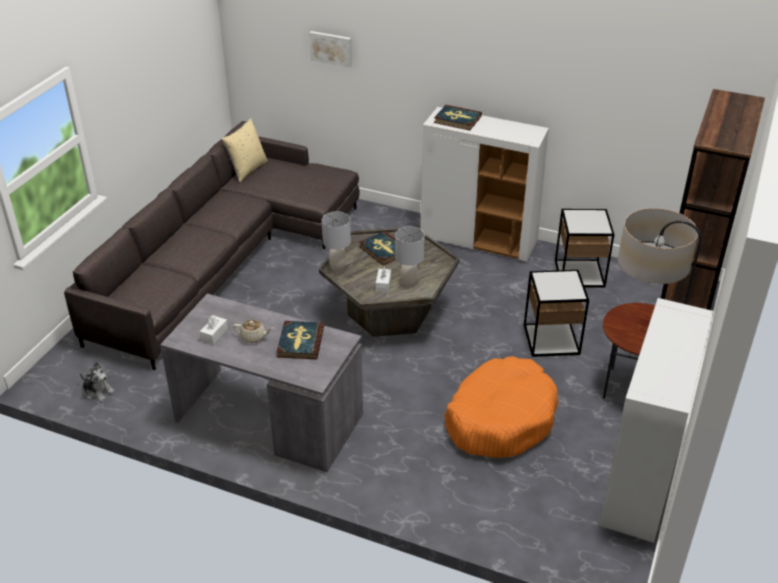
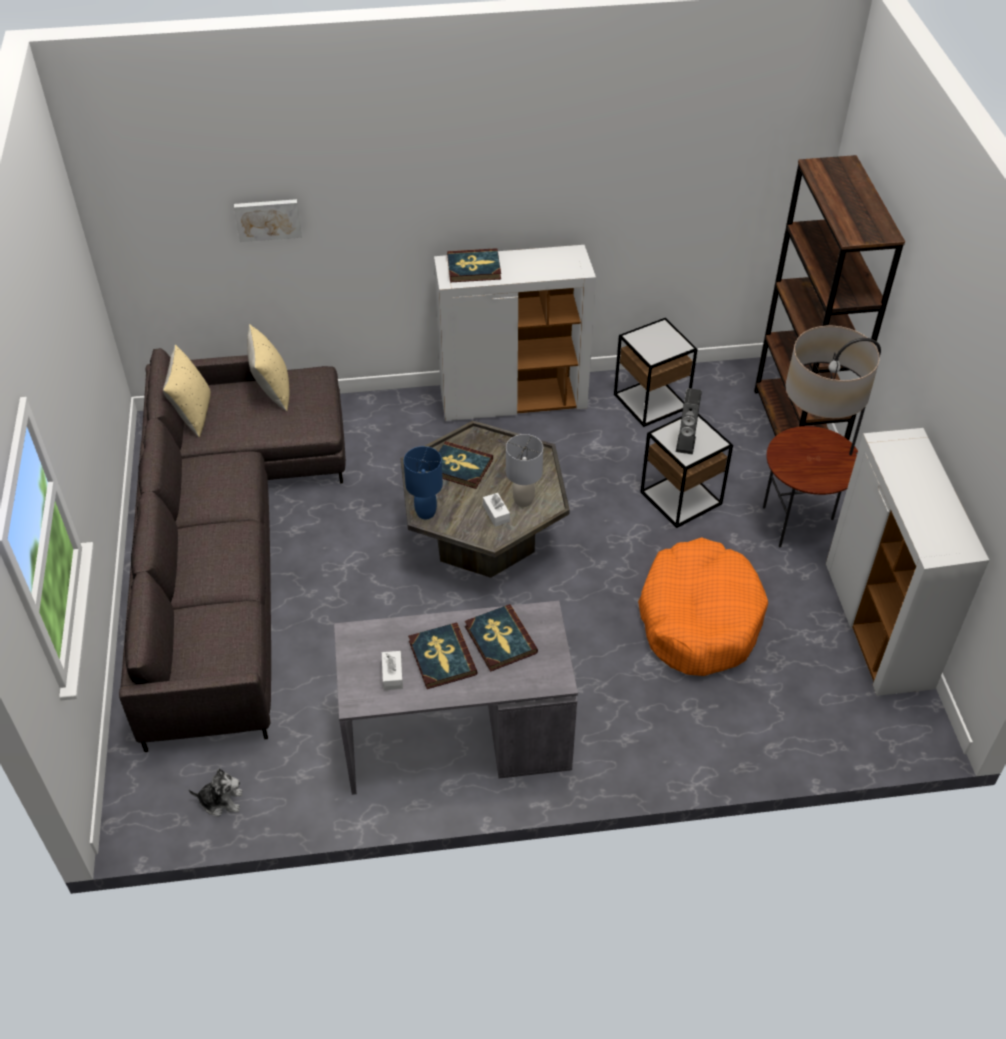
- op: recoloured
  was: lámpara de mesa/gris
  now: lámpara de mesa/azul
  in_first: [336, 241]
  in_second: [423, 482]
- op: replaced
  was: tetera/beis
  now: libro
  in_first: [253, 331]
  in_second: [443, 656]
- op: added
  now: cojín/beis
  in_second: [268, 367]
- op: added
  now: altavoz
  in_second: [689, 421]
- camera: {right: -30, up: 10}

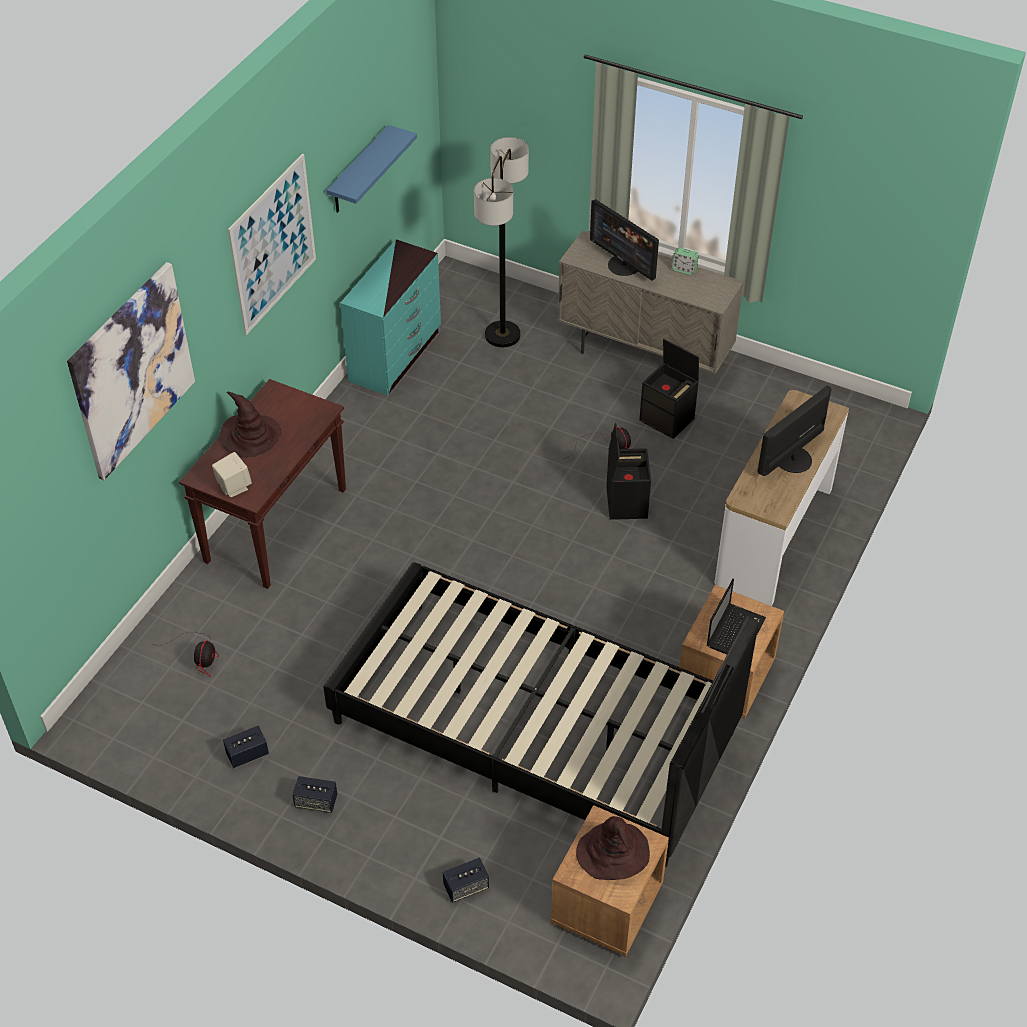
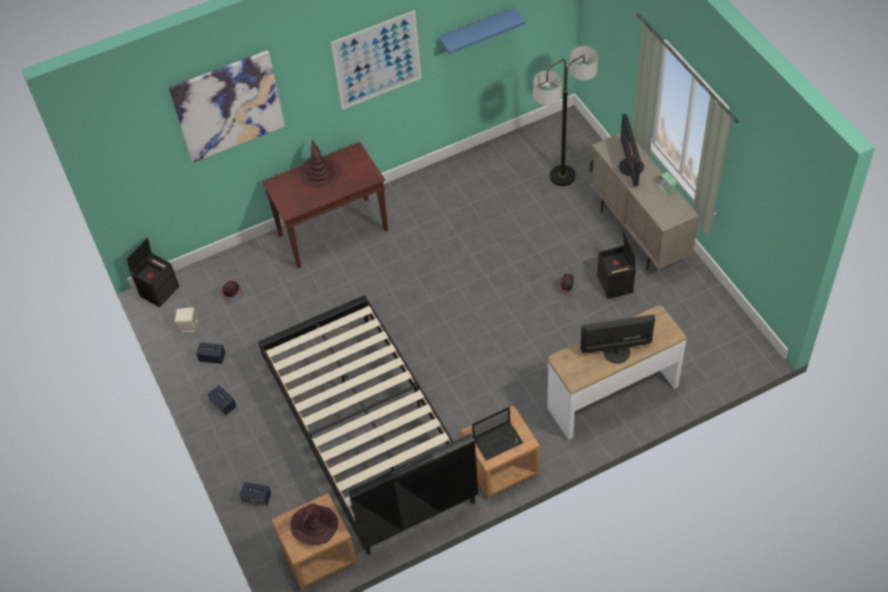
- op: removed
  was: cómoda/turquesa
  in_first: [390, 317]
- op: moved
  was: caja de almacenaje/negro
  in_first: [628, 471]
  in_second: [152, 272]
- op: moved
  was: altavoz/beis
  in_first: [232, 474]
  in_second: [186, 319]
- camera: {right: 40, up: 5}

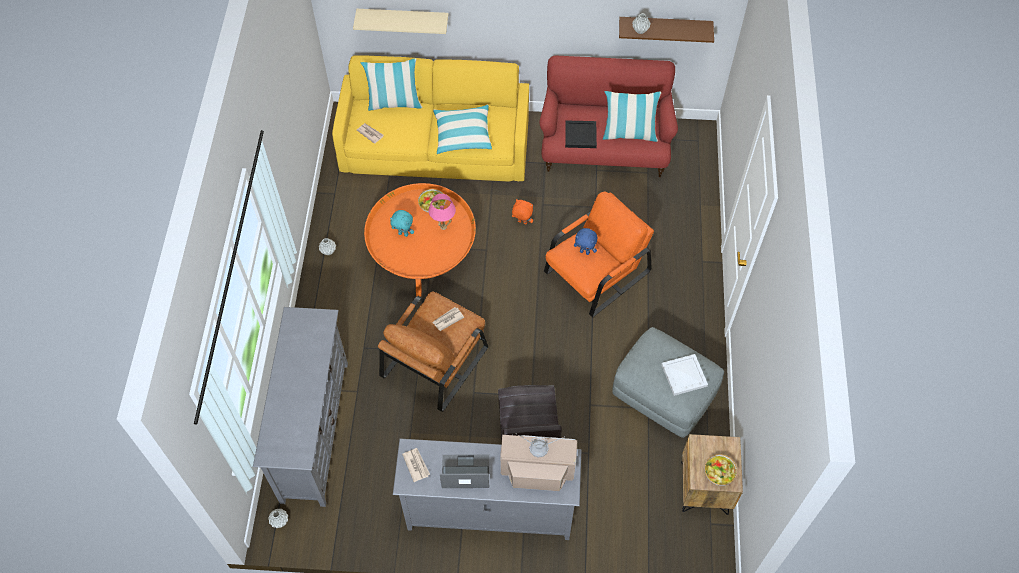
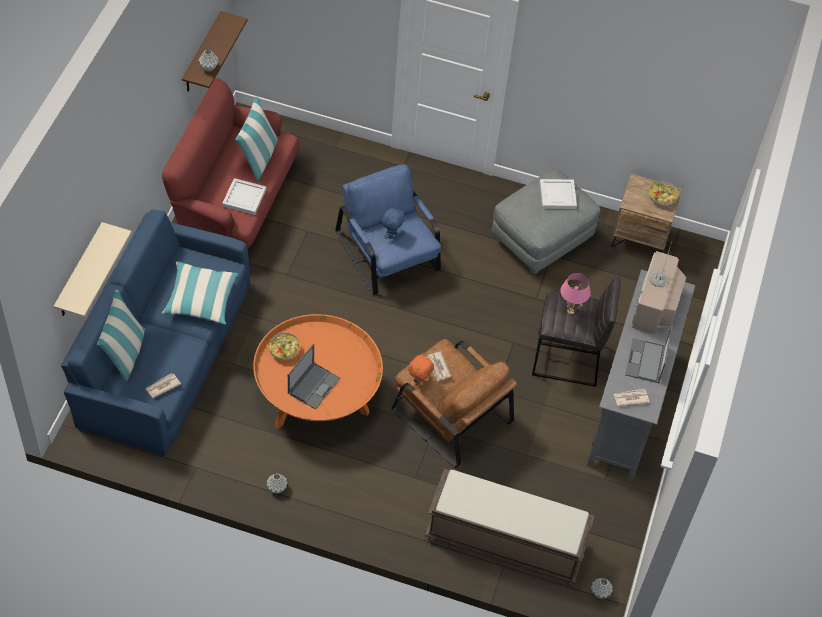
- op: recoloured
  was: sofá/amarillo
  now: sofá/azul
  in_first: [430, 118]
  in_second: [155, 332]
- op: recoloured
  was: bandeja/negro
  now: bandeja/blanco
  in_first: [581, 134]
  in_second: [244, 196]
- op: recoloured
  was: sillón/naranja
  now: sillón/azul
  in_first: [599, 254]
  in_second: [388, 229]
- op: moved
  was: lámpara de mesa/rosa
  in_first: [442, 212]
  in_second: [575, 293]
- op: moved
  was: peluche/naranja
  in_first: [522, 211]
  in_second: [421, 370]
- op: replaced
  was: peluche/turquesa
  now: portátil
  in_first: [402, 223]
  in_second: [314, 376]
- op: replaced
  was: mueble de televisión/gris
  now: banco/marrón
  in_first: [300, 407]
  in_second: [510, 527]
- camera: {right: -80, up: -5}

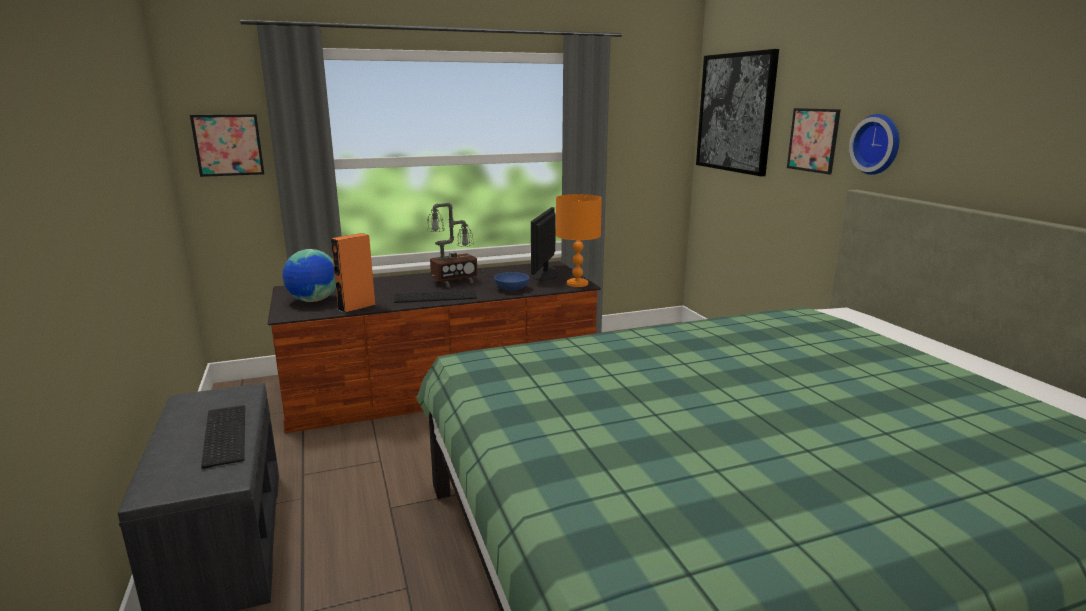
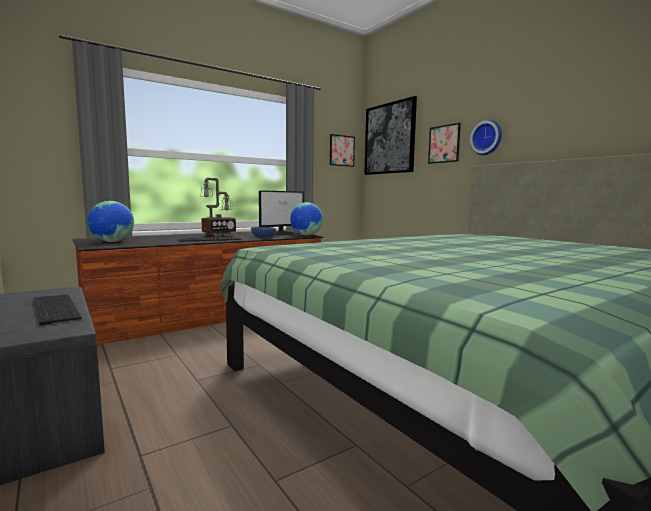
- op: moved
  was: cuadro
  in_first: [227, 145]
  in_second: [342, 150]
- op: replaced
  was: lámpara de mesa/naranja
  now: globo terráqueo
  in_first: [579, 240]
  in_second: [306, 218]
- op: turned
  was: monitor
  in_first: [545, 244]
  in_second: [281, 212]
  clockwise: -135
- op: removed
  was: altavoz/naranja
  in_first: [353, 273]
- camera: {right: -15, up: -10}

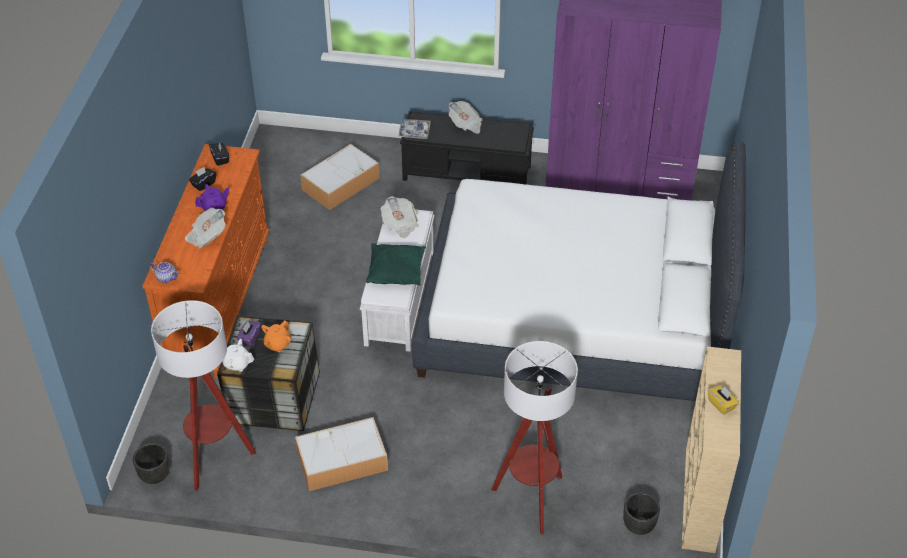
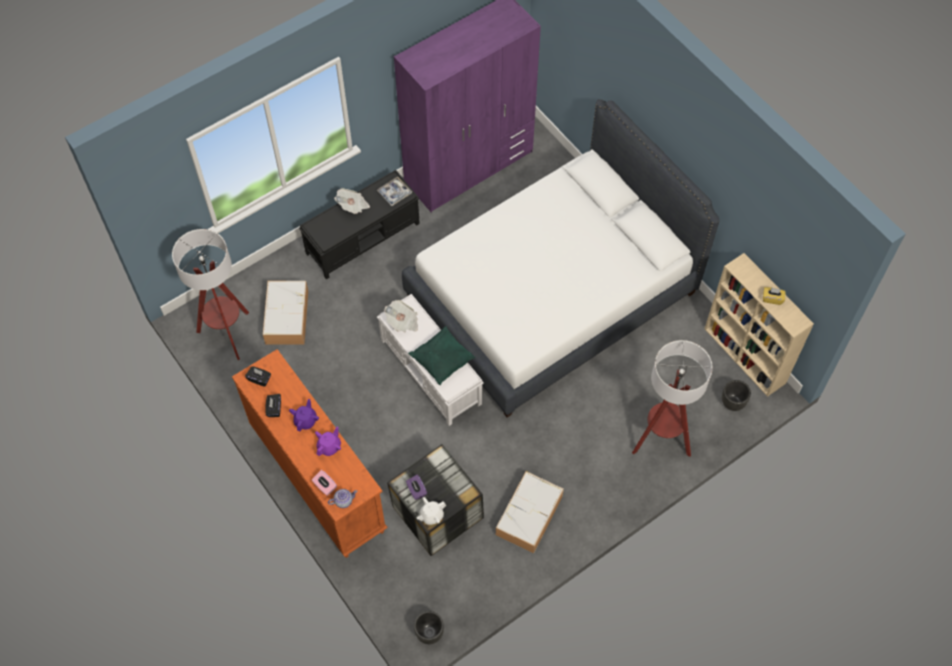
- op: moved
  was: bandeja
  in_first: [414, 129]
  in_second: [394, 191]
- op: replaced
  was: periódico
  now: tetera/morado
  in_first: [205, 228]
  in_second: [328, 441]
- op: moved
  was: lámpara de pie
  in_first: [203, 395]
  in_second: [210, 294]
- op: removed
  was: tetera/naranja
  in_first: [276, 336]
- op: added
  now: caja de pañuelos/rosa
  in_second: [324, 483]
- camera: {right: -45, up: 15}

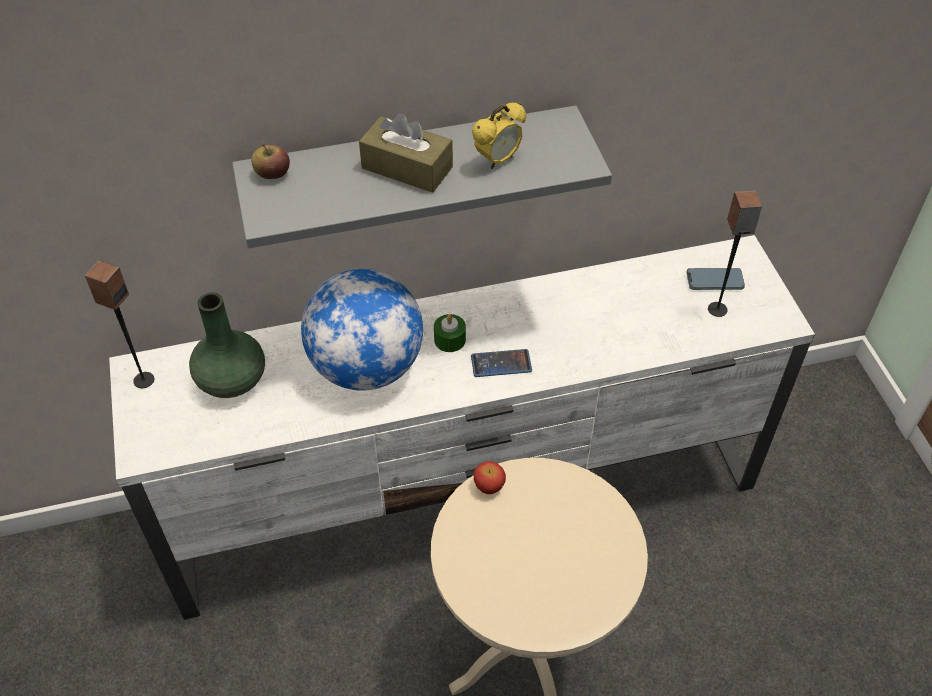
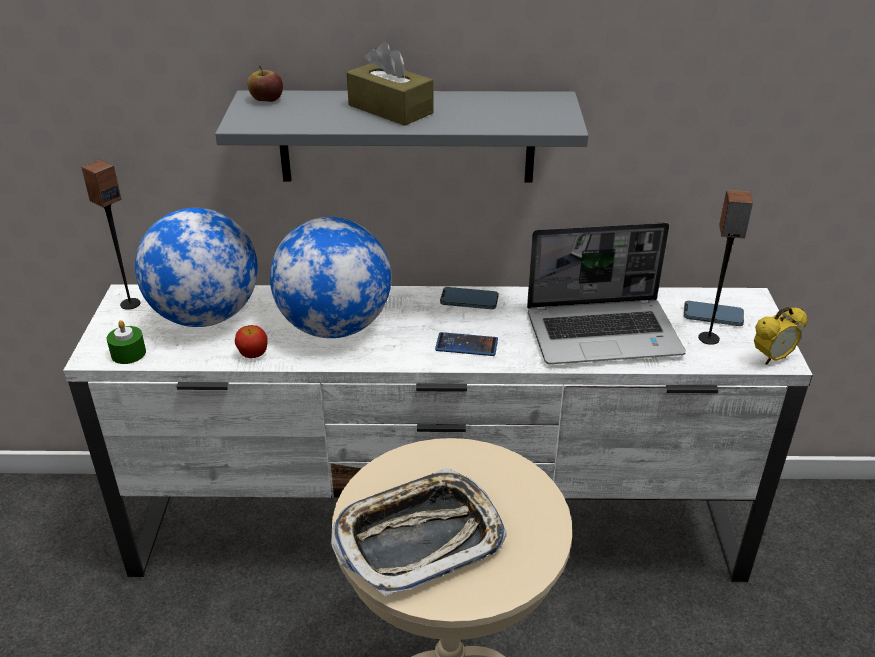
- op: moved
  was: despertador
  in_first: [499, 136]
  in_second: [781, 336]
- op: replaced
  was: florero/verde
  now: globo terráqueo
  in_first: [227, 345]
  in_second: [196, 267]
- op: moved
  was: vela/verde
  in_first: [450, 333]
  in_second: [126, 342]
- op: moved
  was: manzana
  in_first: [490, 477]
  in_second: [251, 341]
- op: added
  now: portátil
  in_second: [606, 293]
- op: added
  now: móvil
  in_second: [469, 298]
- op: added
  now: bandeja
  in_second: [419, 532]
- camera: {right: 15, up: -15}

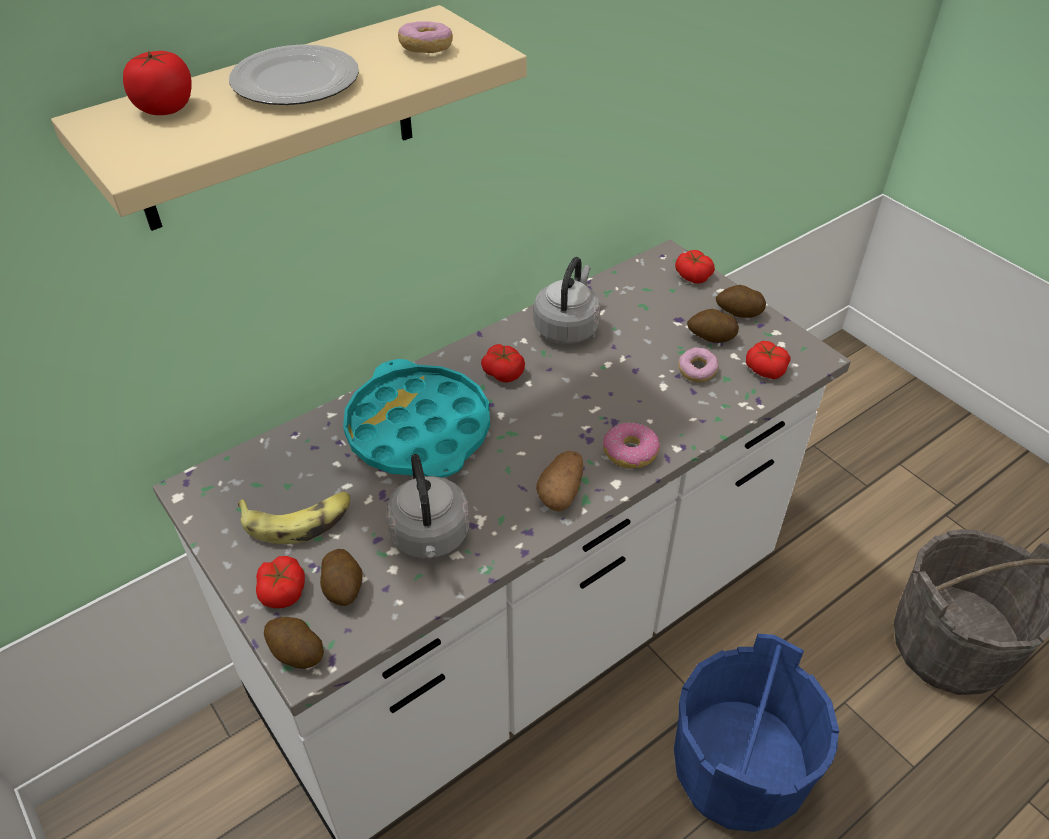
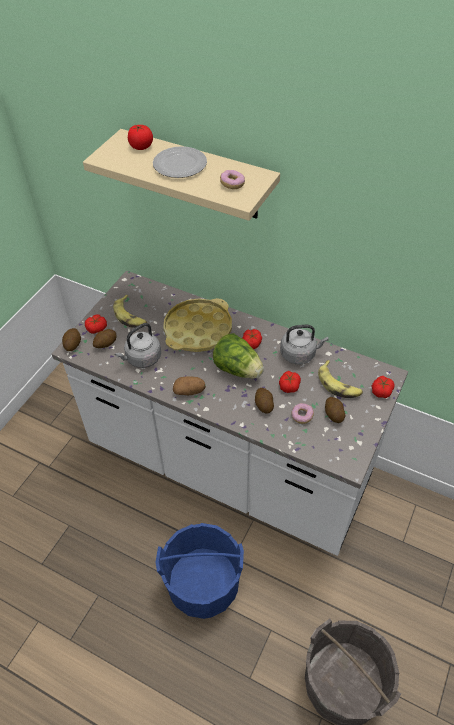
- op: moved
  was: patata
  in_first: [741, 301]
  in_second: [264, 401]
- op: moved
  was: tomate
  in_first: [768, 360]
  in_second: [290, 382]
- op: recoloured
  was: bandeja/turquesa
  now: bandeja/amarillo
  in_first: [416, 418]
  in_second: [197, 325]
- op: removed
  was: rosquilla
  in_first: [631, 445]
- op: added
  now: lechuga
  in_second: [238, 356]
- op: added
  now: plátano
  in_second: [340, 379]
- camera: {right: 65, up: 5}

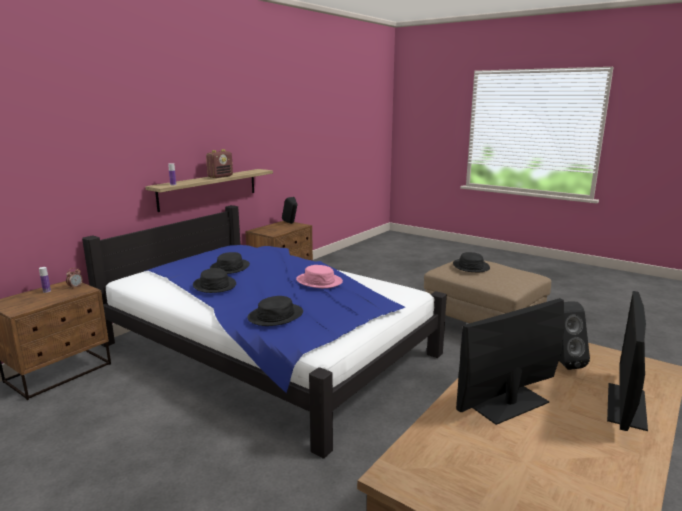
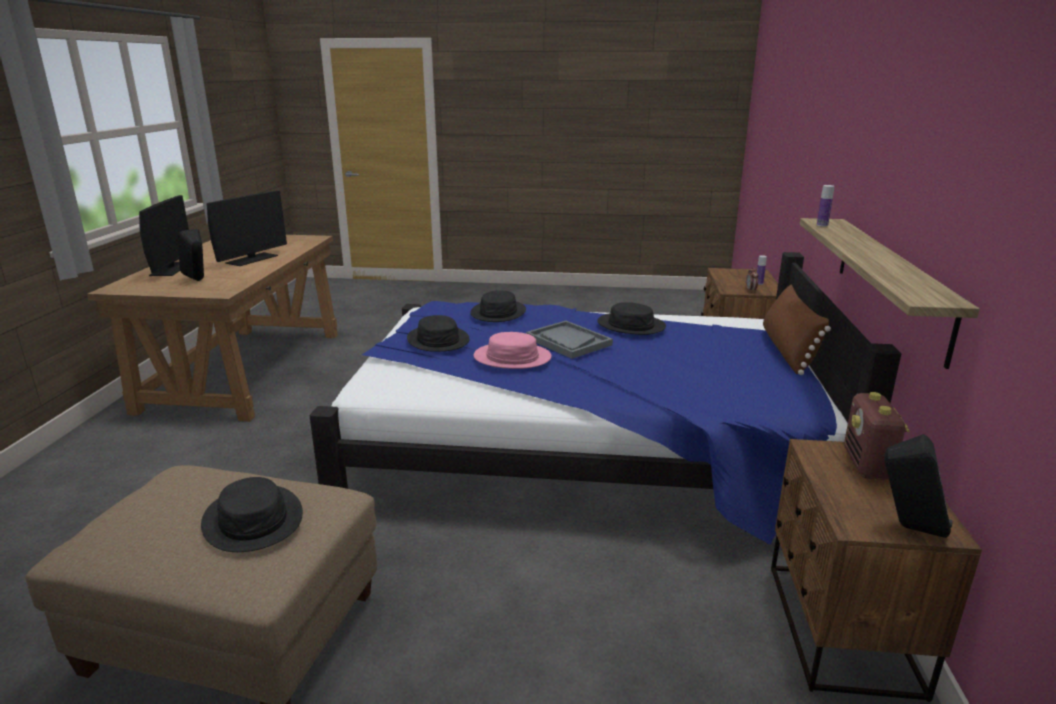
- op: moved
  was: radio
  in_first: [219, 163]
  in_second: [877, 436]
- op: moved
  was: sombrero/negro
  in_first: [230, 263]
  in_second: [438, 333]
- op: added
  now: cojín/marrón
  in_second: [797, 329]
- op: added
  now: bandeja/gris
  in_second: [569, 340]
- camera: {right: 150, up: 5}

